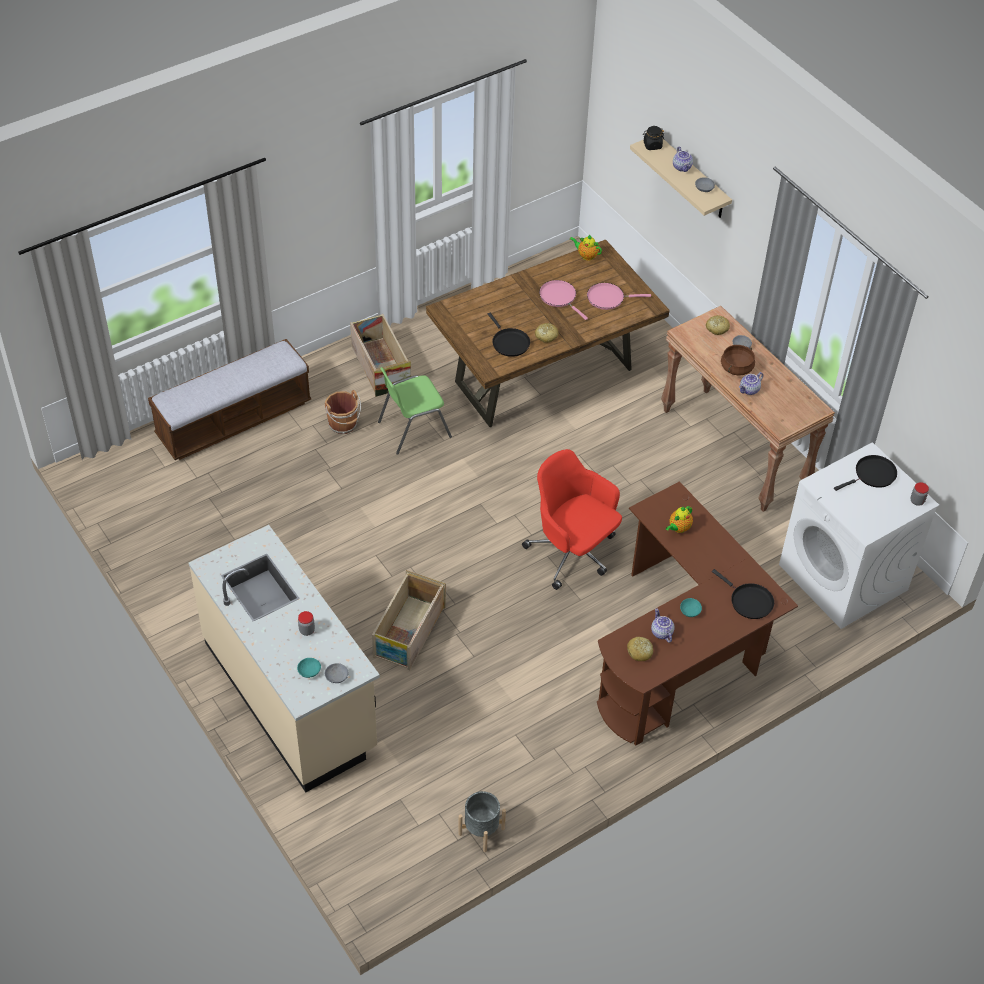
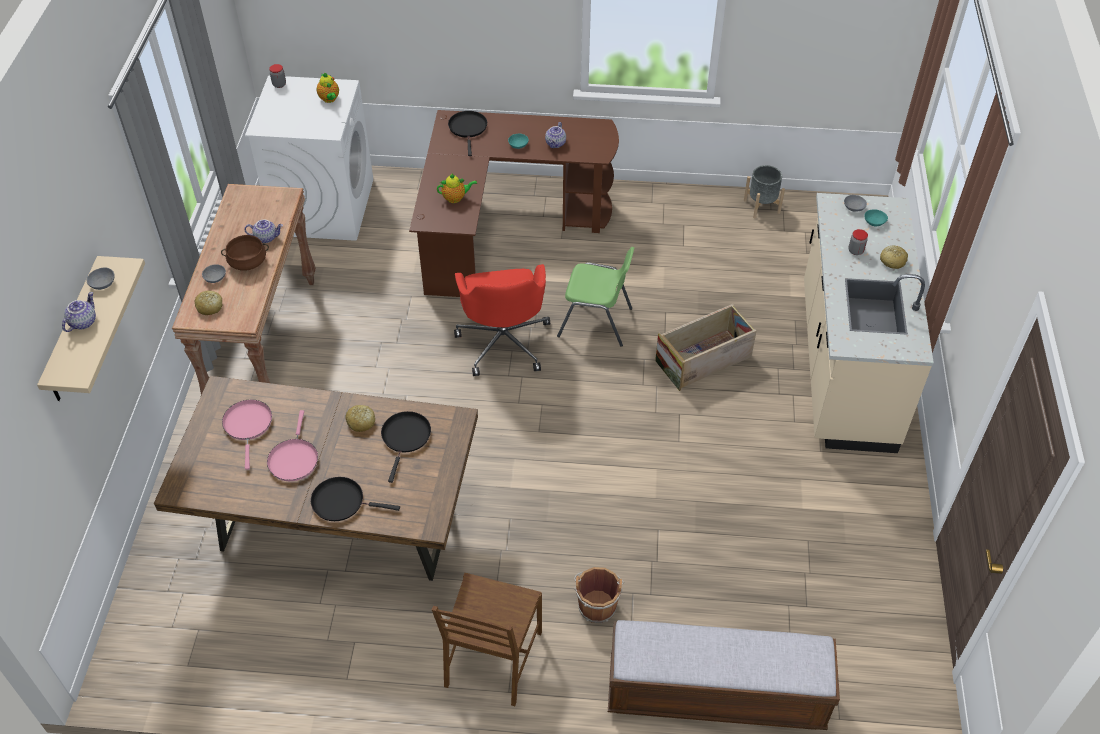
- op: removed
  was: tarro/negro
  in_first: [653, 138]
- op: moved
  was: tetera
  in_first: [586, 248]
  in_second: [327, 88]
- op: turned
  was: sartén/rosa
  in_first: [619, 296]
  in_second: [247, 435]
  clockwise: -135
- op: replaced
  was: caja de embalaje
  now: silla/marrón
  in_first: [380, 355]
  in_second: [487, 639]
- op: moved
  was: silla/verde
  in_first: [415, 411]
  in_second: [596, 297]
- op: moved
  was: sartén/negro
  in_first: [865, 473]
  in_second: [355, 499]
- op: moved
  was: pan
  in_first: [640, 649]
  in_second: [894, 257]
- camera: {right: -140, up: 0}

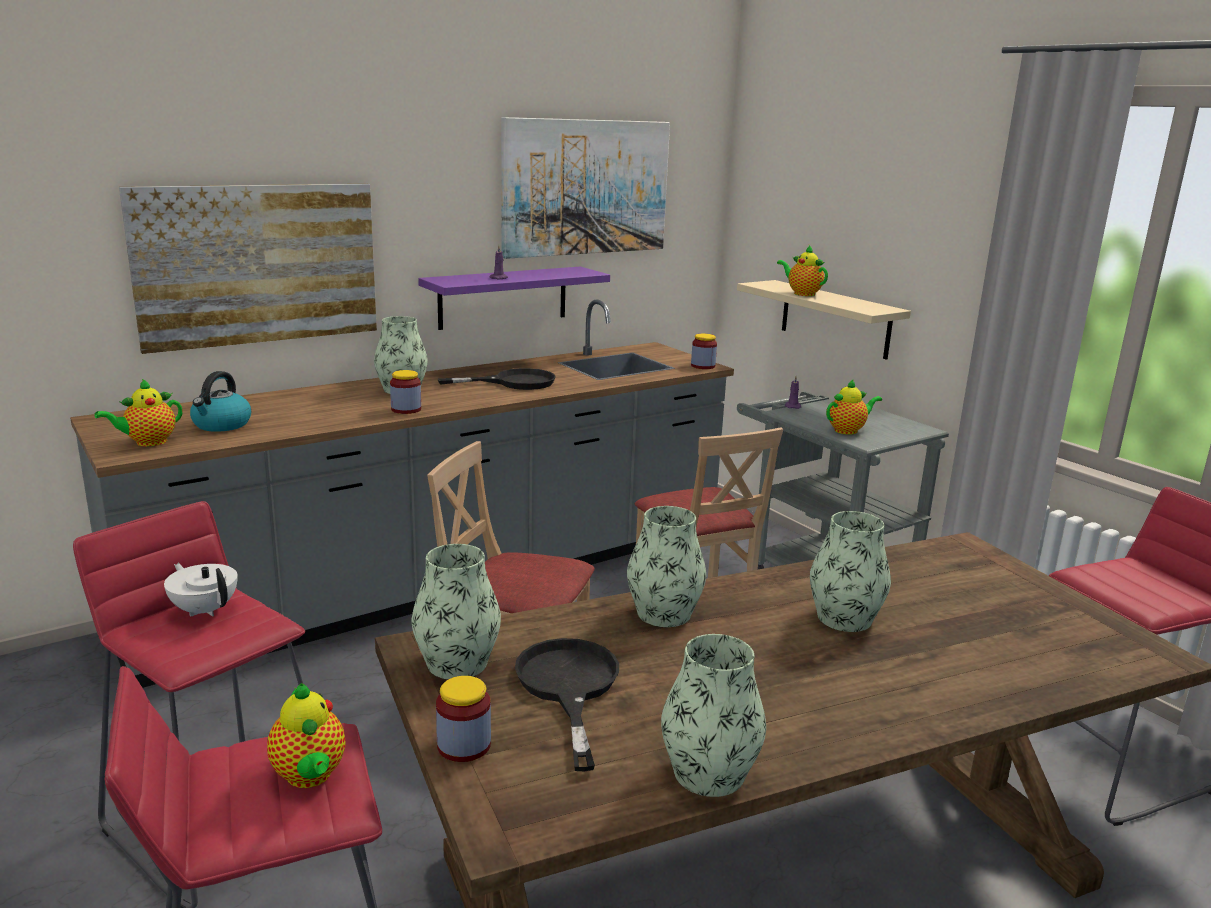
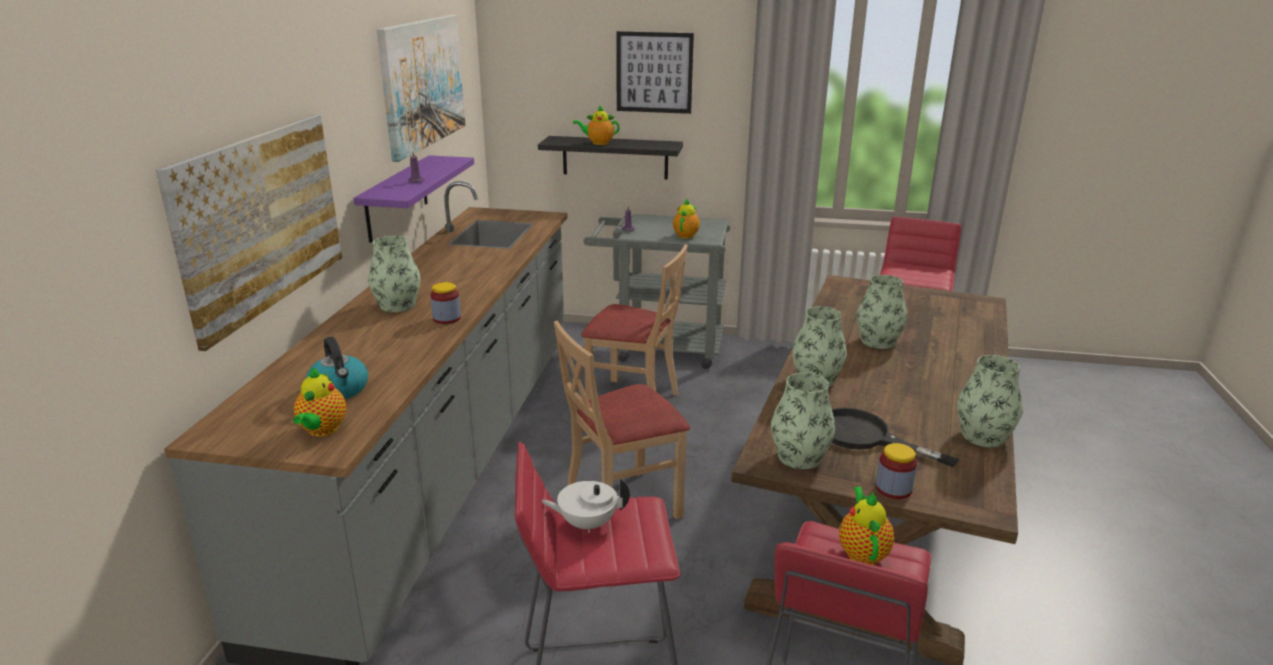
- op: recoloured
  was: estante/beis
  now: estante/negro
  in_first: [824, 320]
  in_second: [610, 158]
- op: removed
  was: tarro
  in_first: [704, 351]
- op: removed
  was: sartén/negro
  in_first: [497, 379]
- op: turned
  was: tetera
  in_first: [306, 735]
  in_second: [866, 526]
  clockwise: -105
- op: added
  now: cuadro
  in_second: [655, 72]
- camera: {right: -45, up: 5}

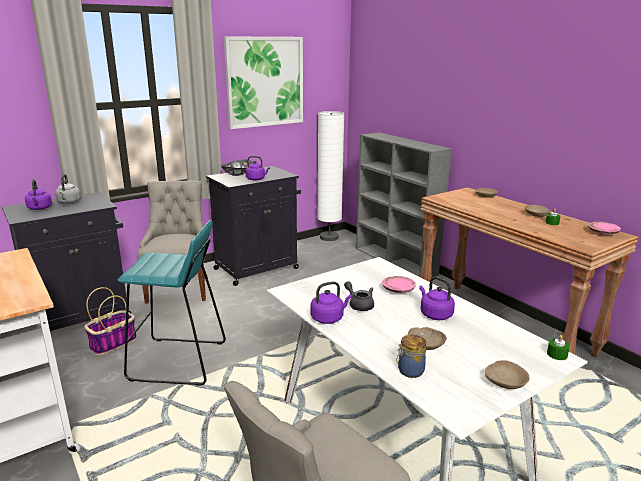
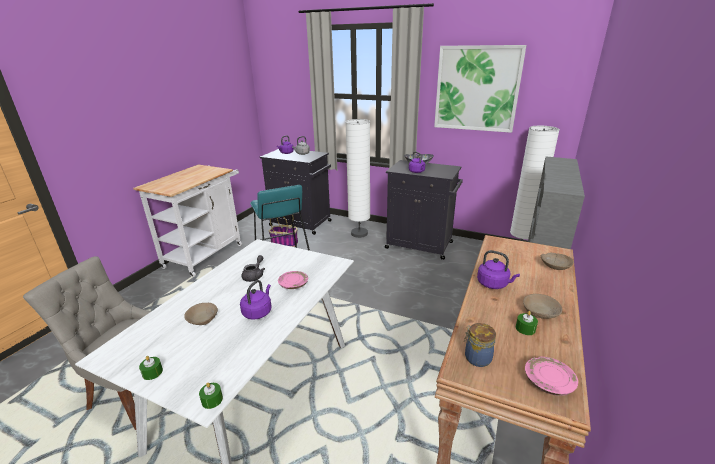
- op: replaced
  was: silla/gris
  now: lámpara de pie/blanco
  in_first: [172, 242]
  in_second: [358, 178]
- op: moved
  was: hervidor/morado
  in_first: [331, 302]
  in_second: [498, 269]
- op: moved
  was: tarro
  in_first: [411, 356]
  in_second: [480, 345]
- op: replaced
  was: cuenco/beis
  now: vela/verde
  in_first: [507, 374]
  in_second: [151, 368]
- camera: {right: 60, up: 5}

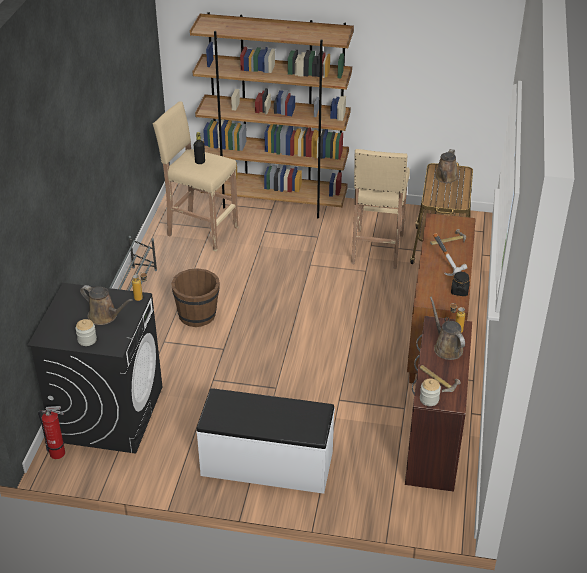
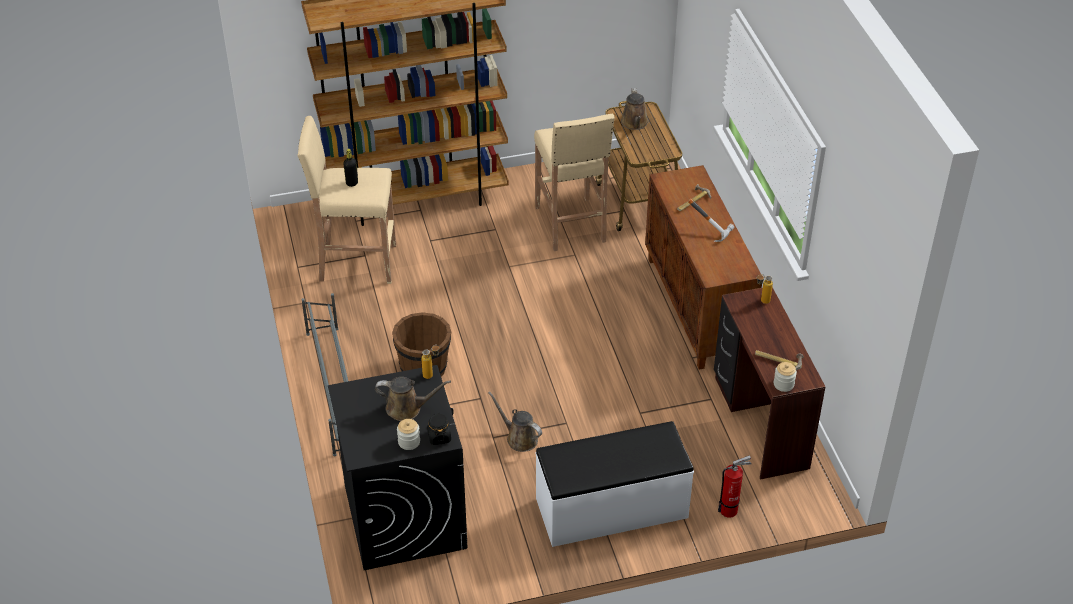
- op: moved
  was: tarro/negro
  in_first: [460, 284]
  in_second: [439, 429]
- op: moved
  was: regadera/marrón
  in_first: [447, 328]
  in_second: [515, 421]
- op: moved
  was: extintor
  in_first: [51, 432]
  in_second: [735, 486]
- camera: {right: -25, up: 5}

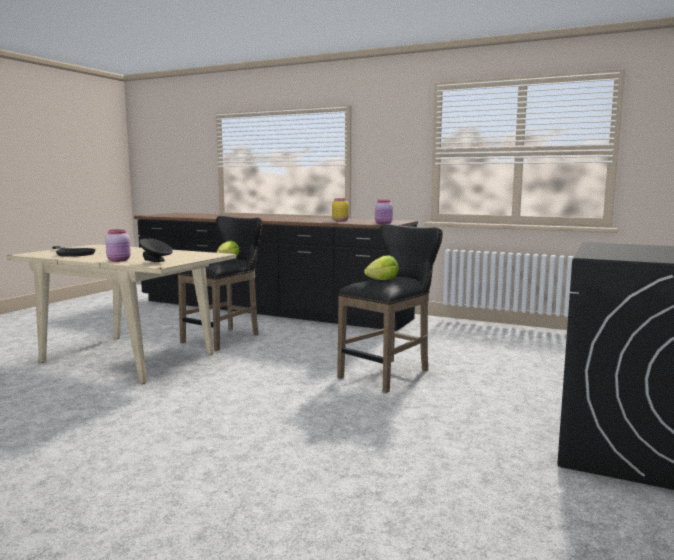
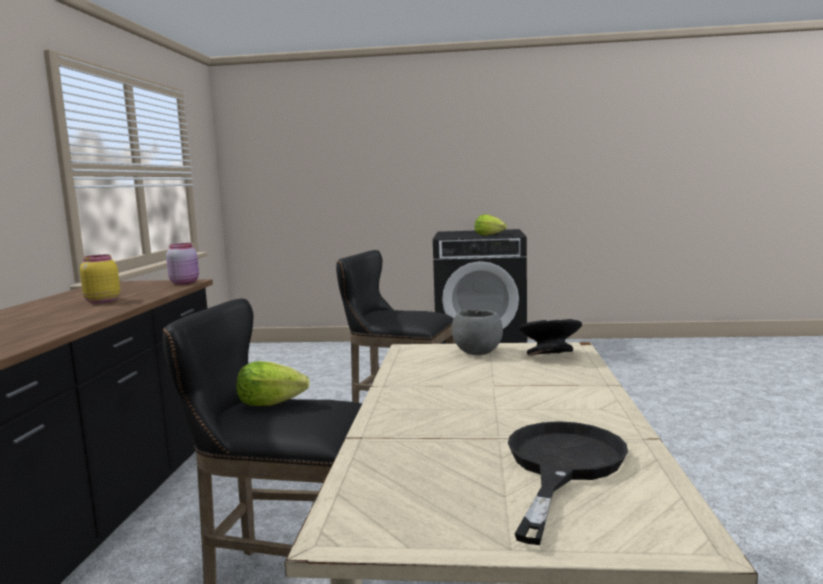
- op: removed
  was: tarro/rosa
  in_first: [118, 245]
- op: moved
  was: lechuga
  in_first: [381, 267]
  in_second: [491, 225]
- op: added
  now: cuenco/gris
  in_second: [477, 332]
- camera: {right: -110, up: 0}

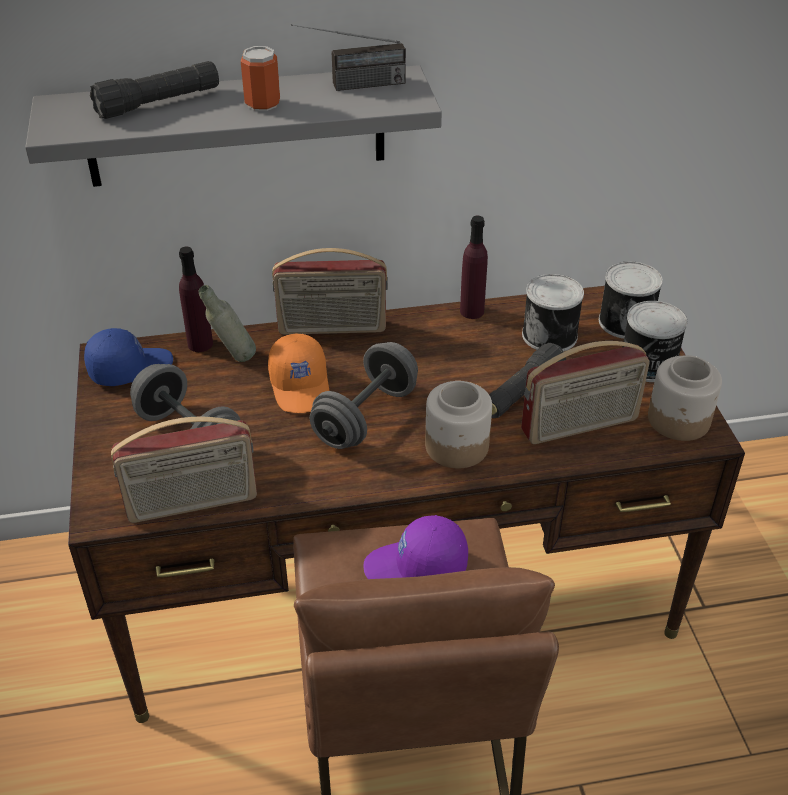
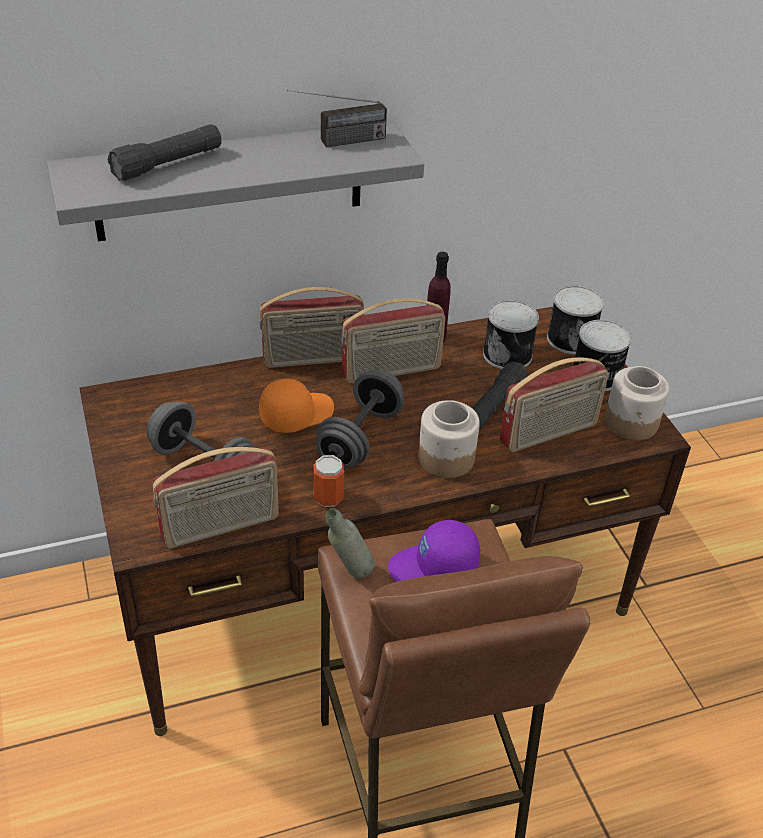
- op: moved
  was: lata
  in_first: [260, 78]
  in_second: [328, 481]
- op: removed
  was: botella/morado
  in_first: [196, 299]
- op: moved
  was: botella/gris
  in_first: [227, 323]
  in_second: [350, 543]
- op: removed
  was: gorra/azul
  in_first: [128, 357]
- op: turned
  was: gorra/naranja
  in_first: [299, 373]
  in_second: [296, 406]
  clockwise: -105
- op: added
  now: radio
  in_second: [393, 340]
- camera: {right: -10, up: 0}

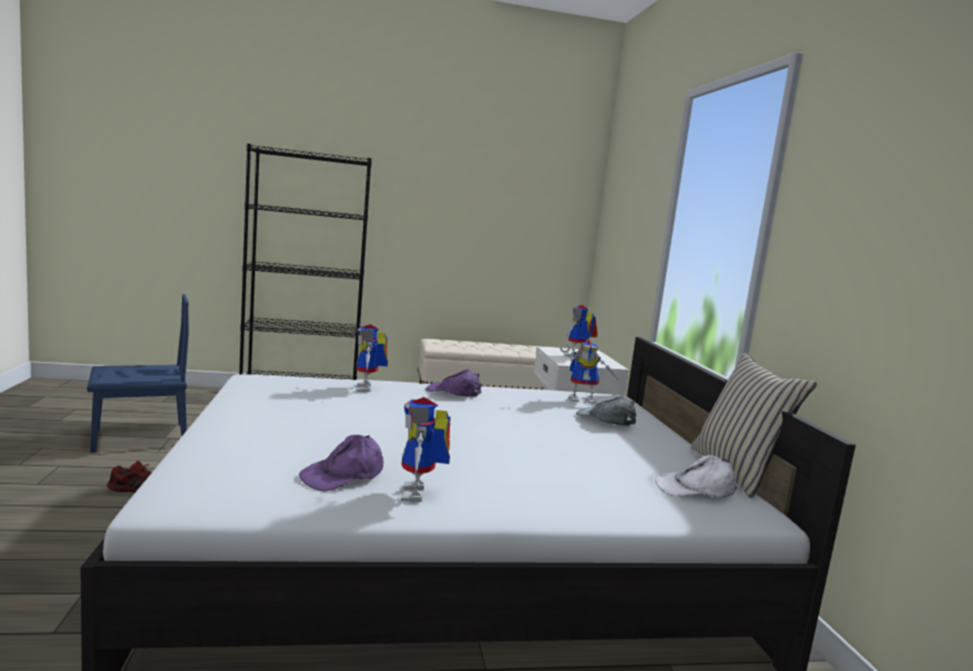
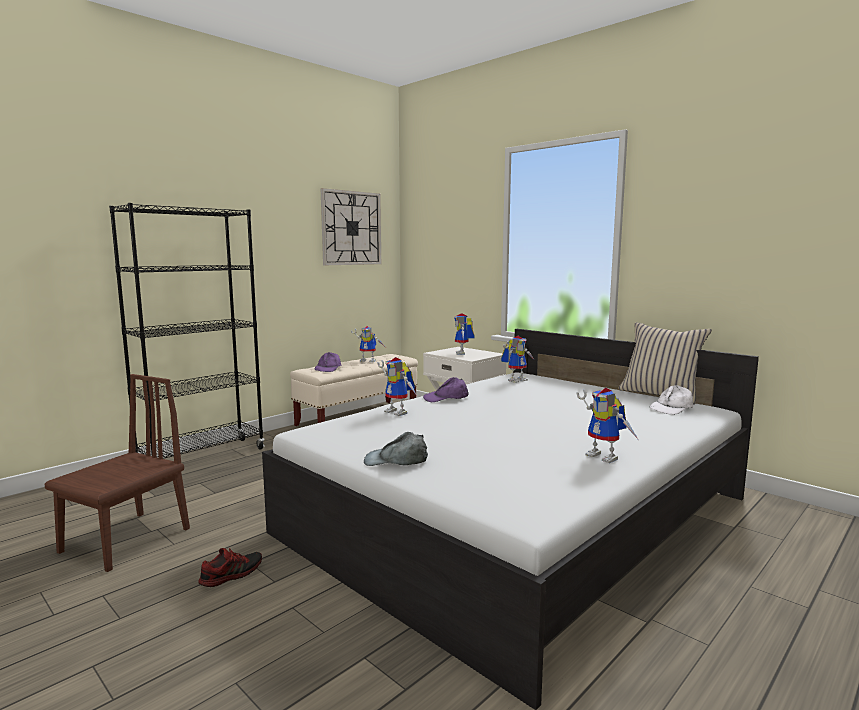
- op: recoloured
  was: silla/azul
  now: silla/marrón
  in_first: [138, 373]
  in_second: [117, 473]
- op: moved
  was: gorra/gris
  in_first: [606, 411]
  in_second: [396, 449]
- op: moved
  was: gorra/morado
  in_first: [341, 463]
  in_second: [328, 362]
- op: added
  now: reloj de pared
  in_second: [351, 226]
- op: added
  now: robot de juguete
  in_second: [367, 344]
- camera: {right: -35, up: 0}

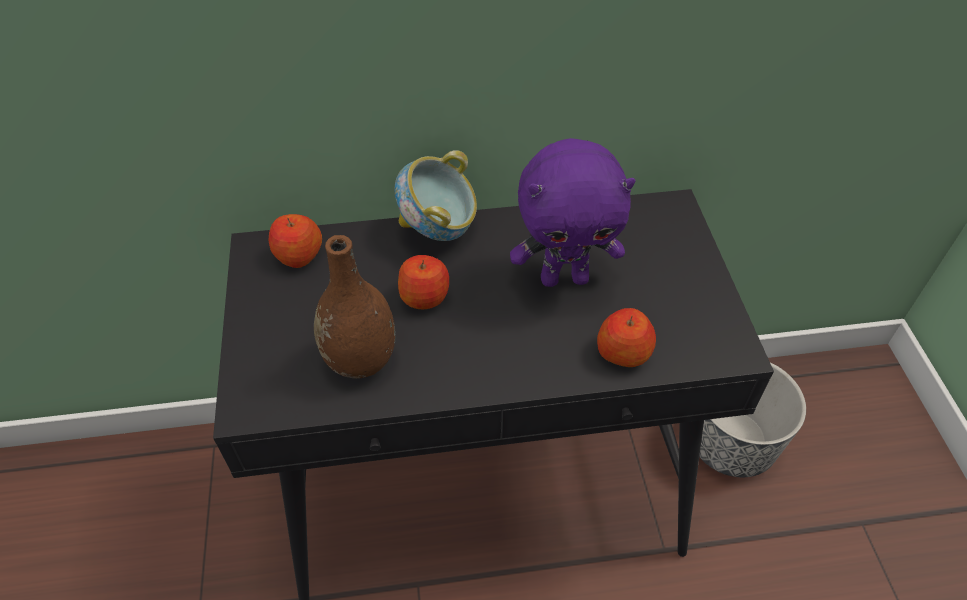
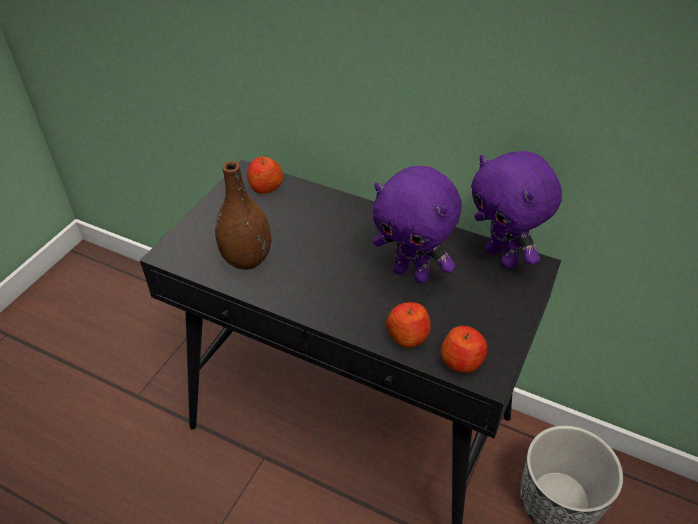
- op: removed
  was: cuenco
  in_first: [435, 195]
- op: moved
  was: manzana
  in_first: [423, 282]
  in_second: [464, 349]
- op: added
  now: peluche/morado
  in_second: [516, 210]
- camera: {right: 35, up: -5}

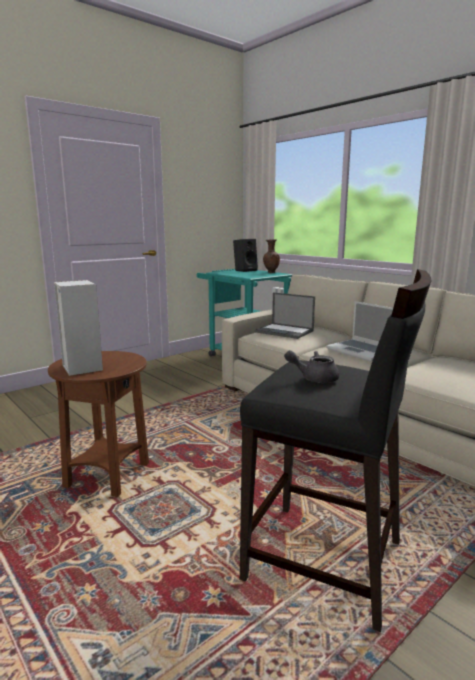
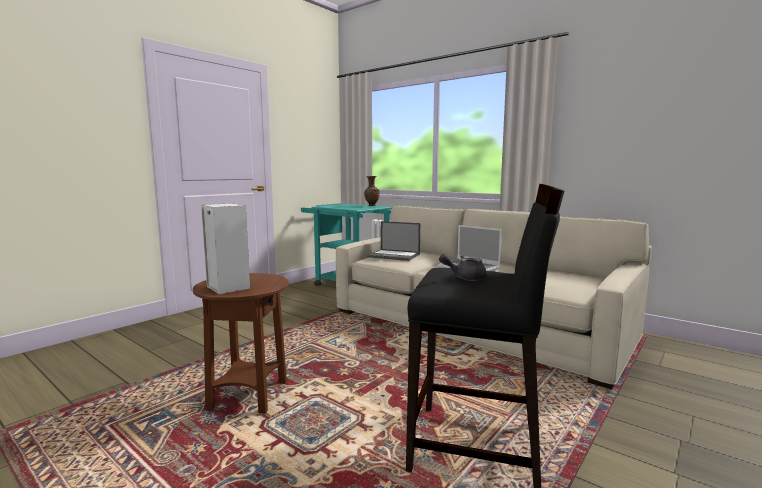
- op: removed
  was: altavoz/negro
  in_first: [245, 255]
- camera: {right: -10, up: -5}

